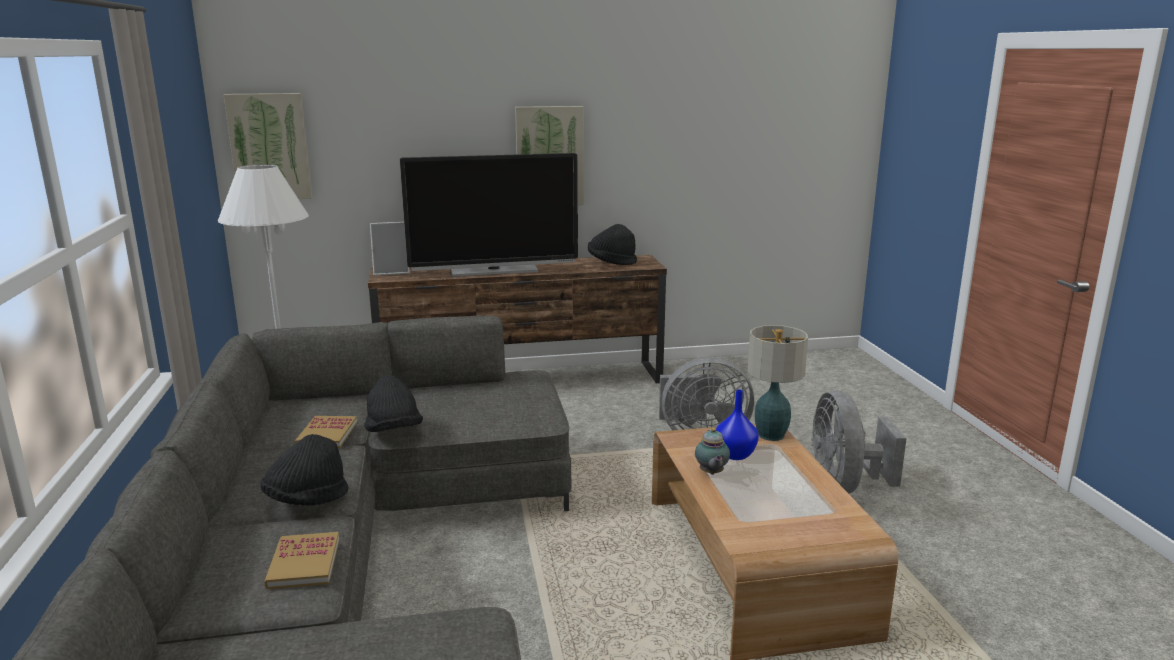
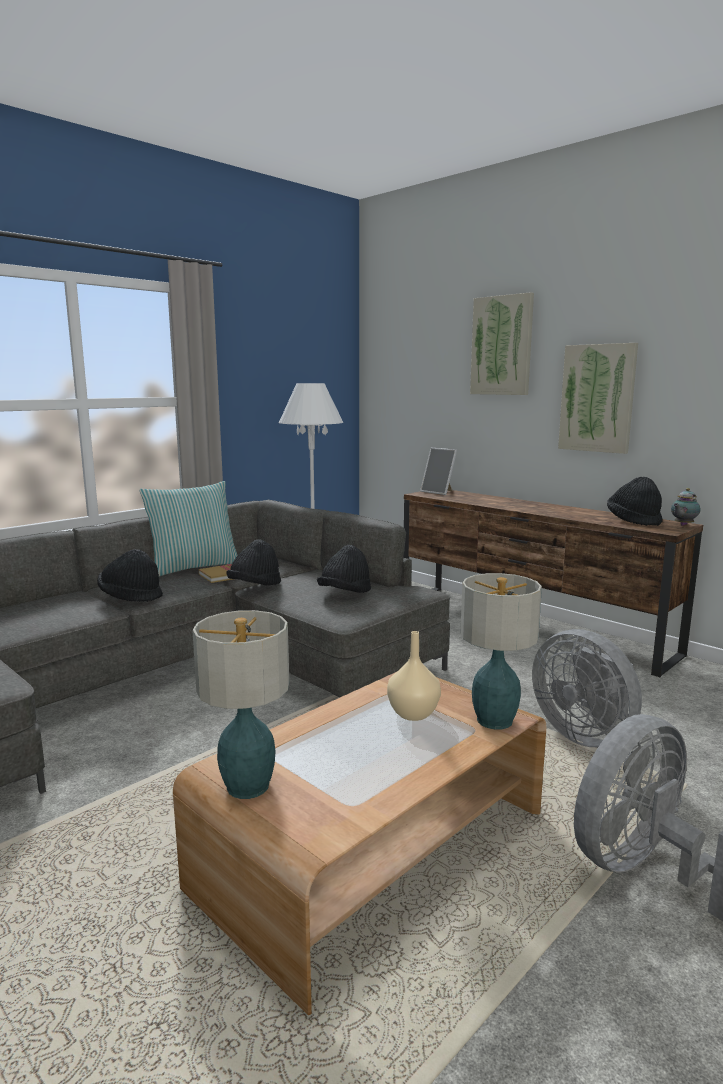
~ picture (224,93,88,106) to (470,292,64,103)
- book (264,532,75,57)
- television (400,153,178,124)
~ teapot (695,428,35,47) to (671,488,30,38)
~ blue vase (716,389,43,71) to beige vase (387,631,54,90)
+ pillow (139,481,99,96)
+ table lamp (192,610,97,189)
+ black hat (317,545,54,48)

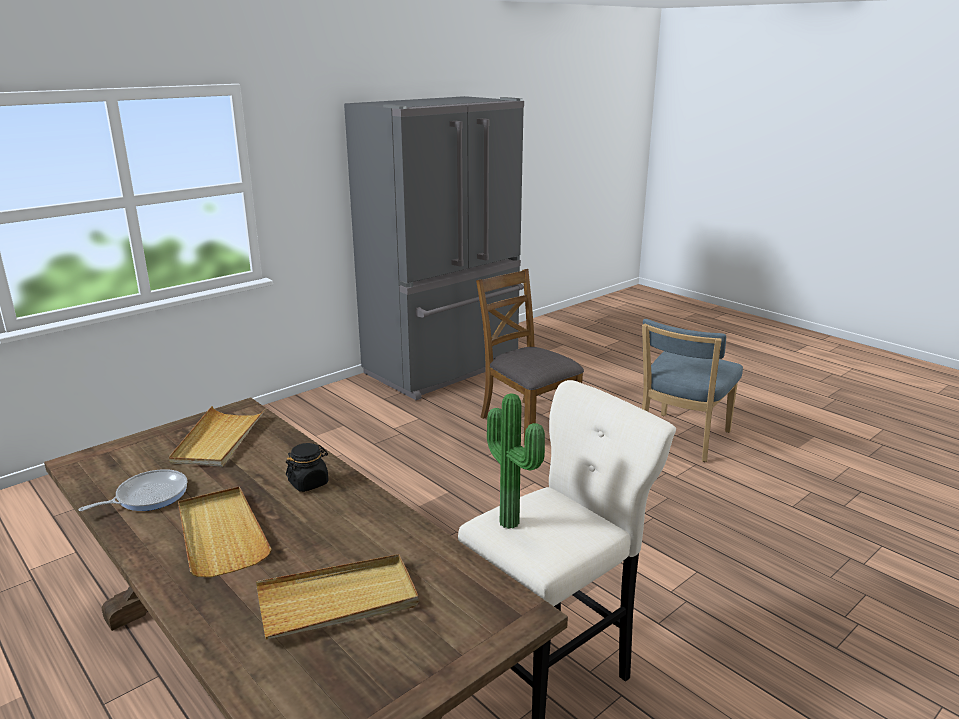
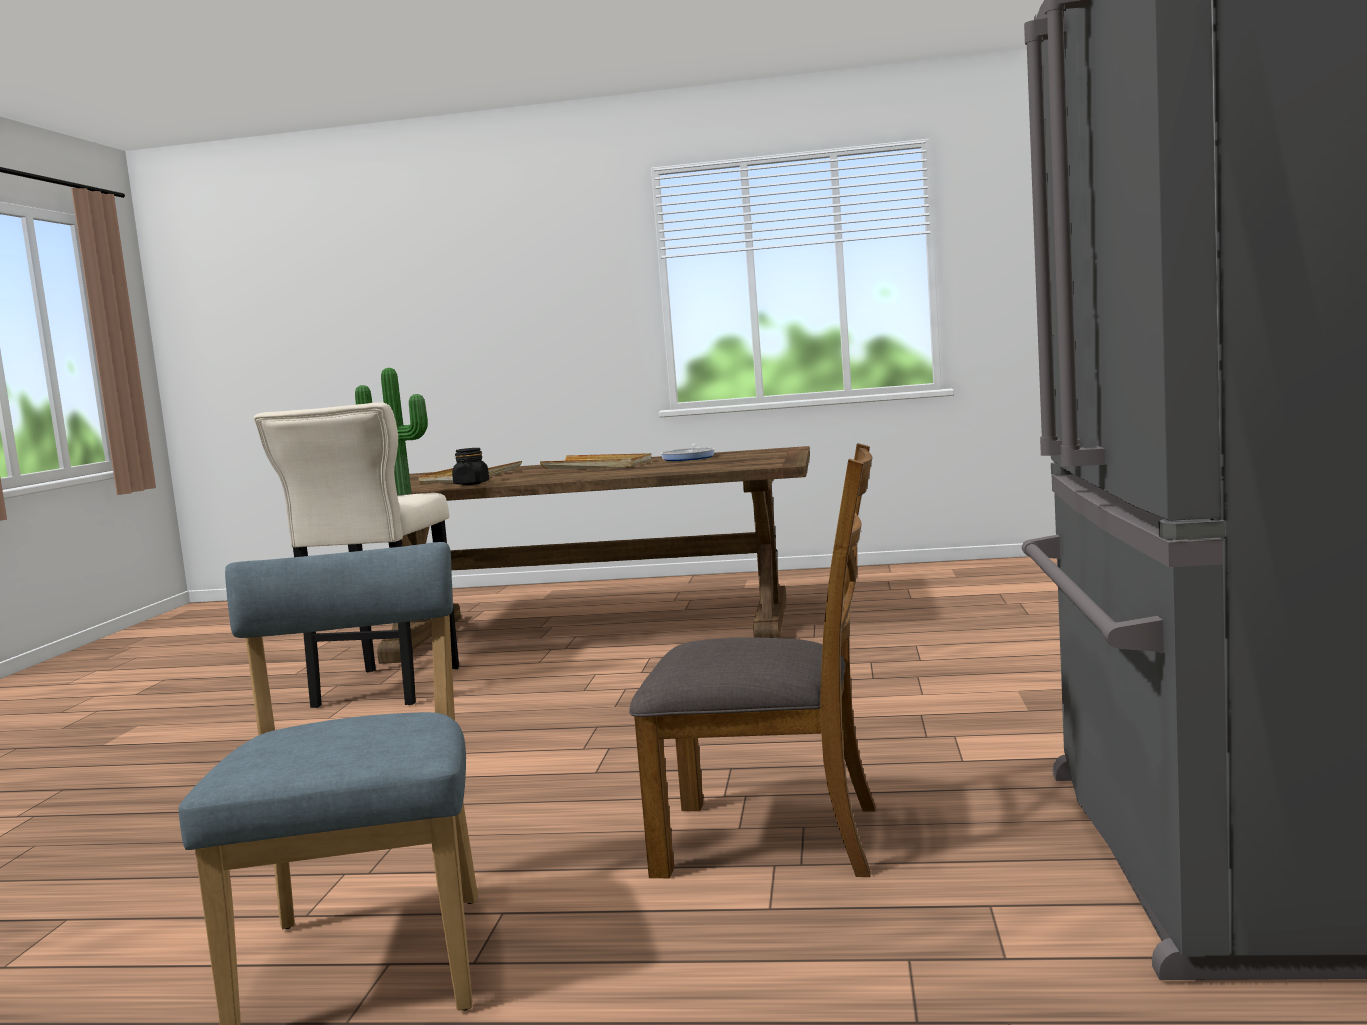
- beige tray (169,406,96,61)
~ black jar (286,443,43,49) to (452,448,37,37)

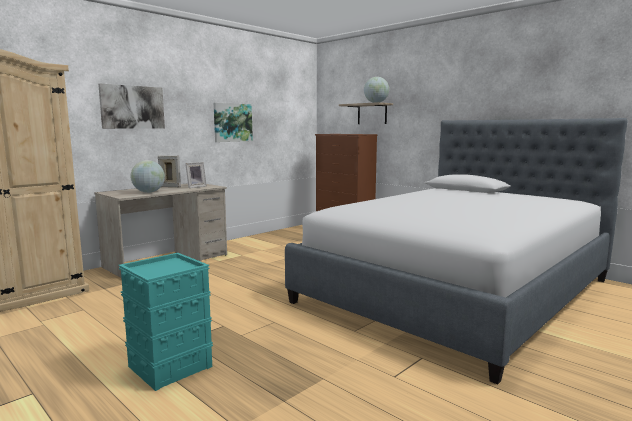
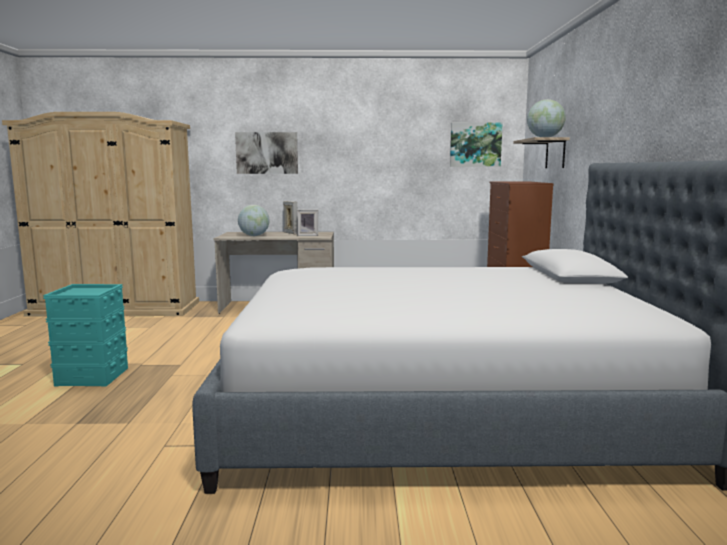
~ picture (214,103,39,39) to (450,122,53,45)

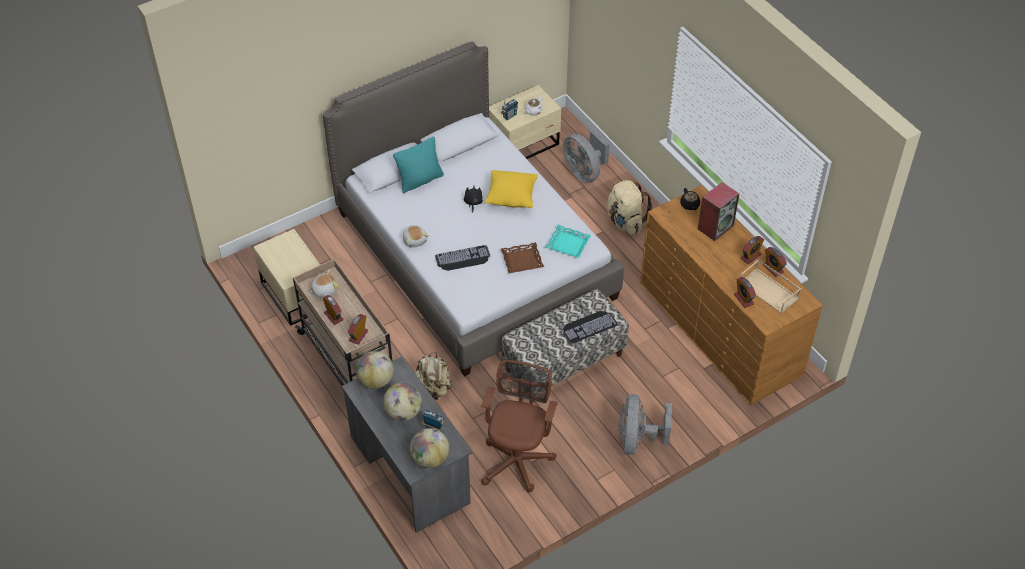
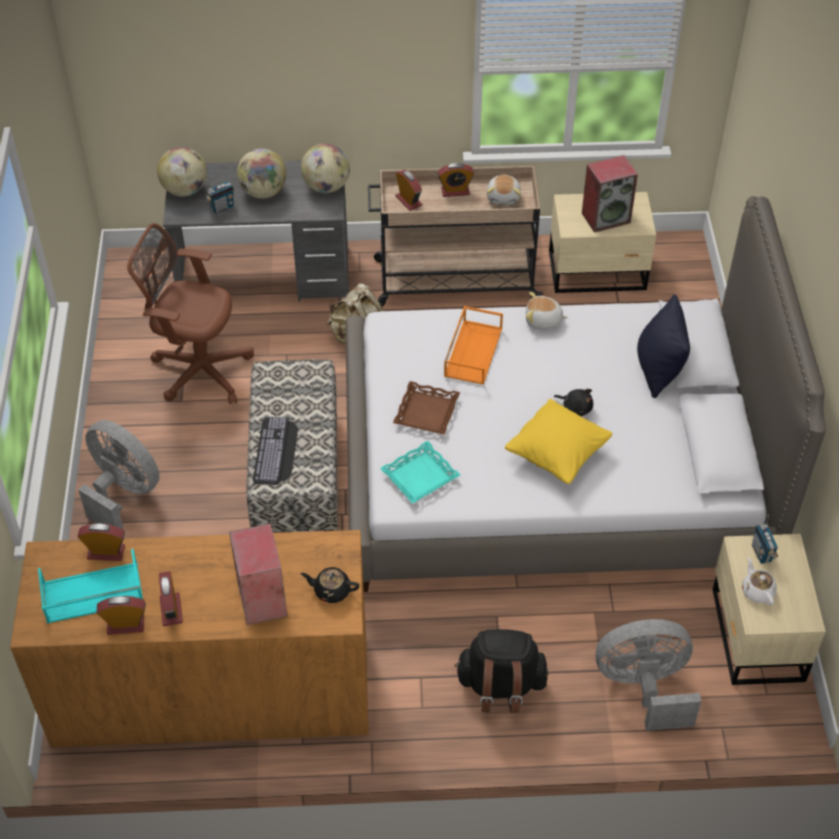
~ turquoise pillow (393,137,51,56) to black pillow (637,295,53,103)
~ keyboard (435,245,55,26) to orange tray (444,306,59,79)
~ brown office chair (481,360,77,132) = (127,223,127,181) 150 degrees clockwise
~ beige backpack (607,180,45,54) to black backpack (455,629,94,84)
~ beige tray (740,259,61,55) to turquoise tray (38,549,105,74)
+ speaker (582,155,56,78)

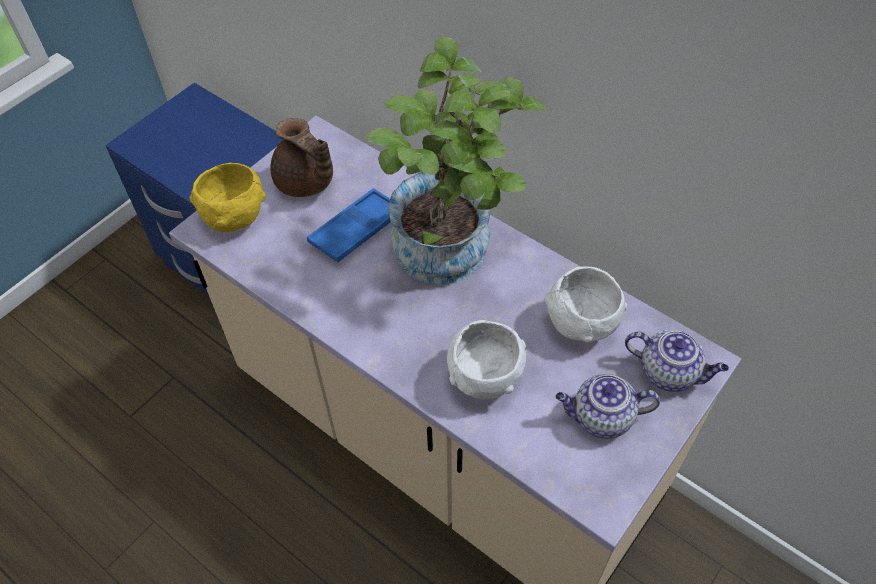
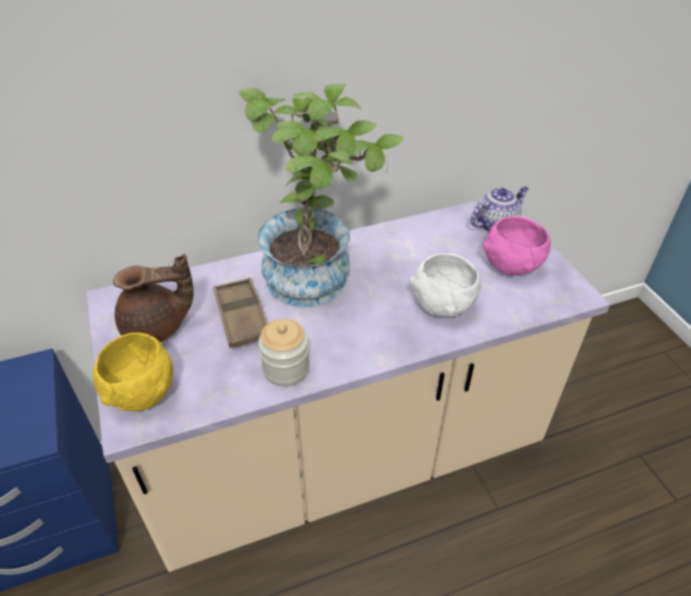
~ blue tray (307,188,84,74) to brown tray (213,277,55,71)
- white bowl (544,266,83,76)
~ teapot (555,374,105,65) to pink bowl (483,216,68,59)
+ jar (258,319,52,68)

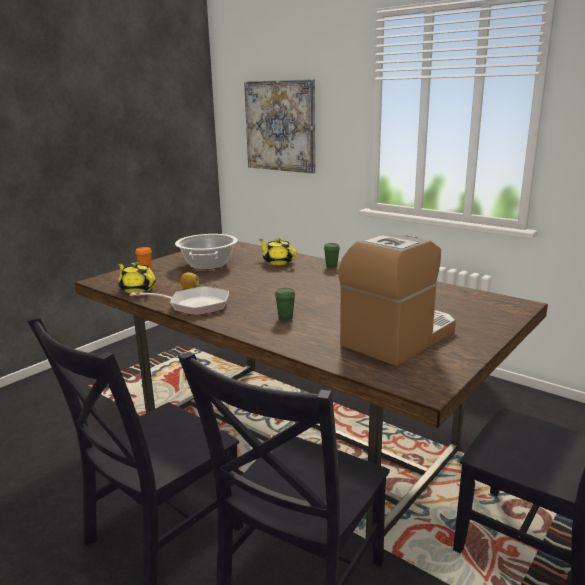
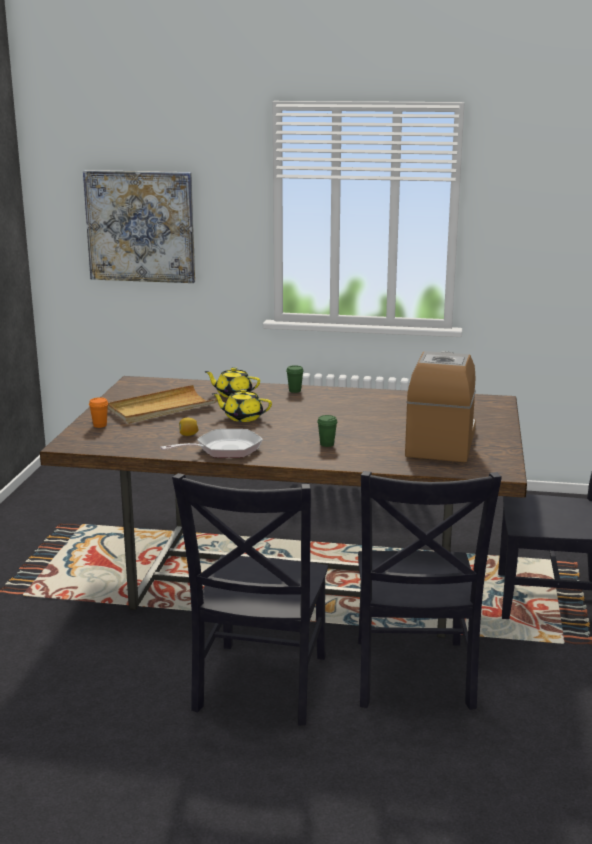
~ yellow teapot (118,262,38,31) to (212,389,60,33)
~ cooking pot (175,234,63,36) to beige tray (108,385,109,39)

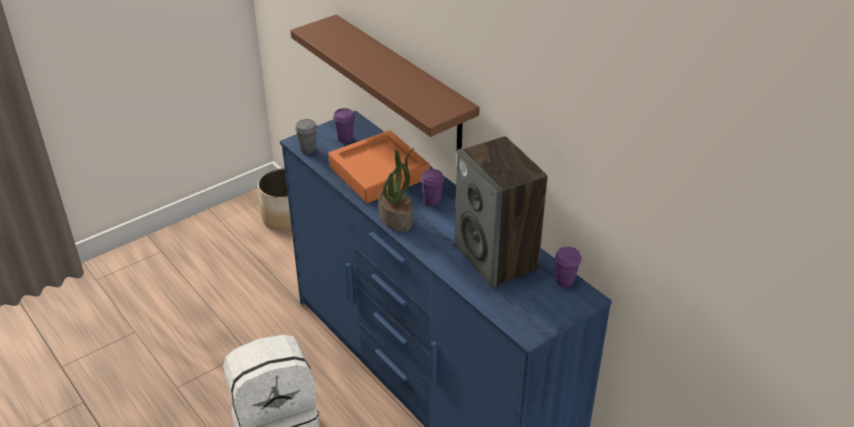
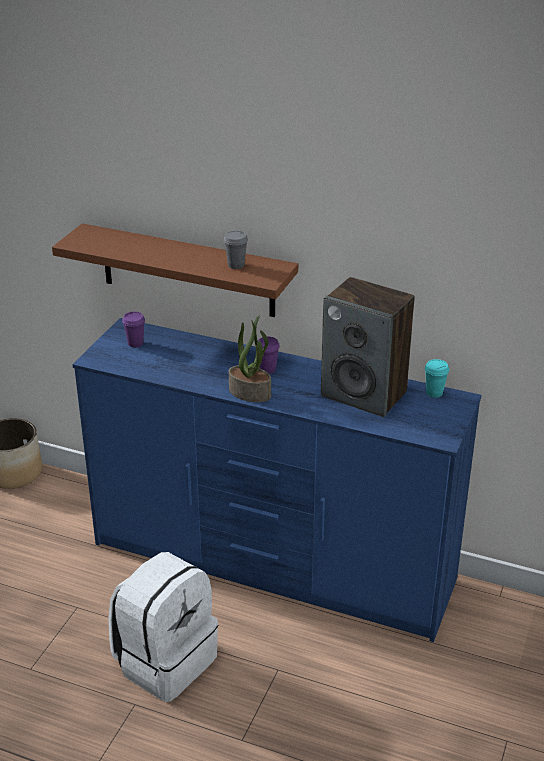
~ grey cup (295,119,22,35) to (224,230,24,39)
- orange tray (328,130,102,73)
~ purple cup (555,247,26,40) to turquoise cup (425,359,24,39)

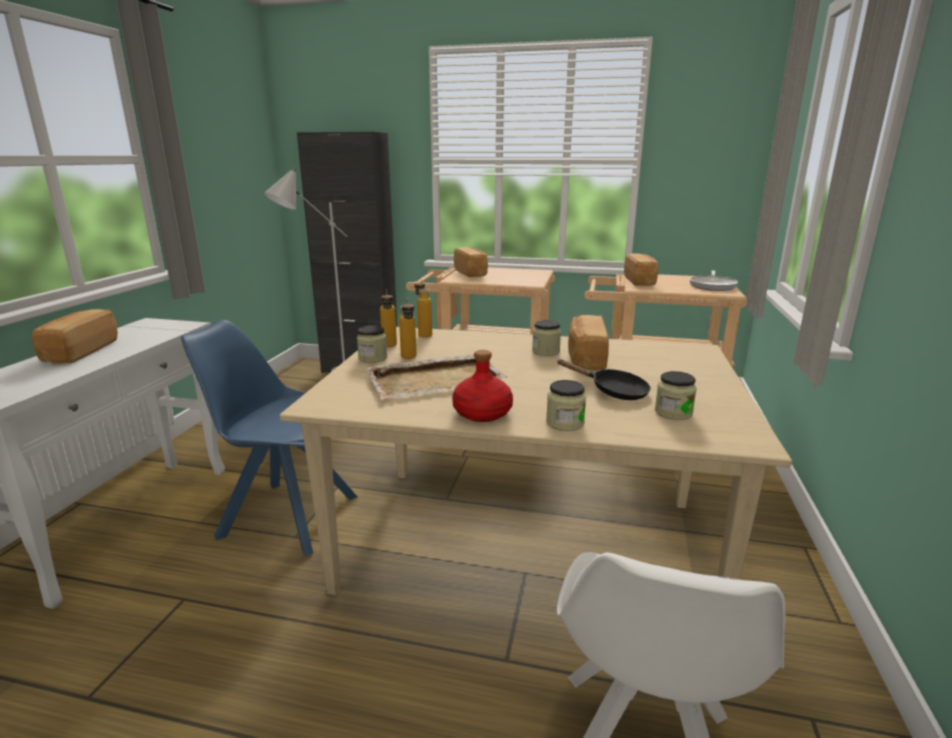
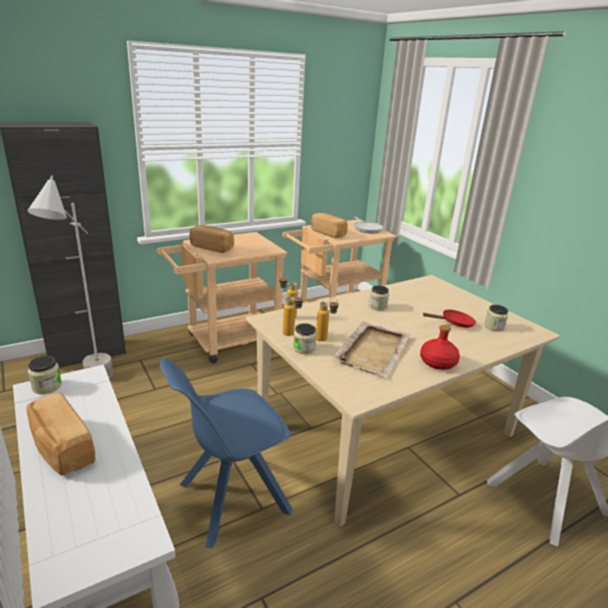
~ jar (546,380,40,51) to (28,356,34,38)
~ black frying pan (558,359,93,41) to red frying pan (423,310,53,18)
- bread (568,315,41,55)

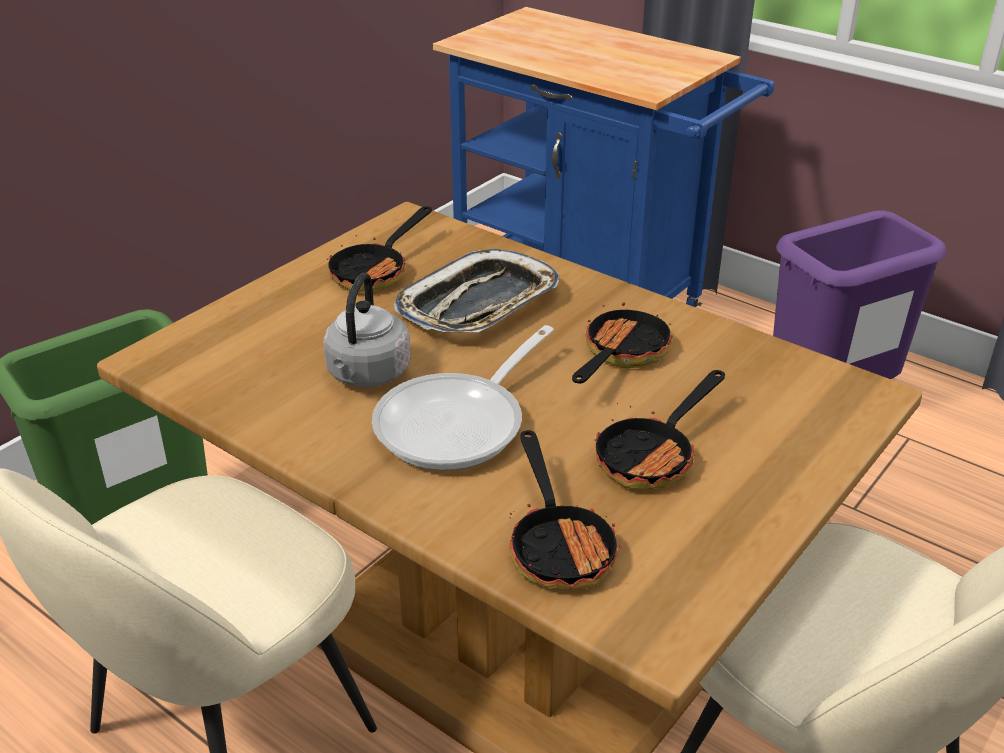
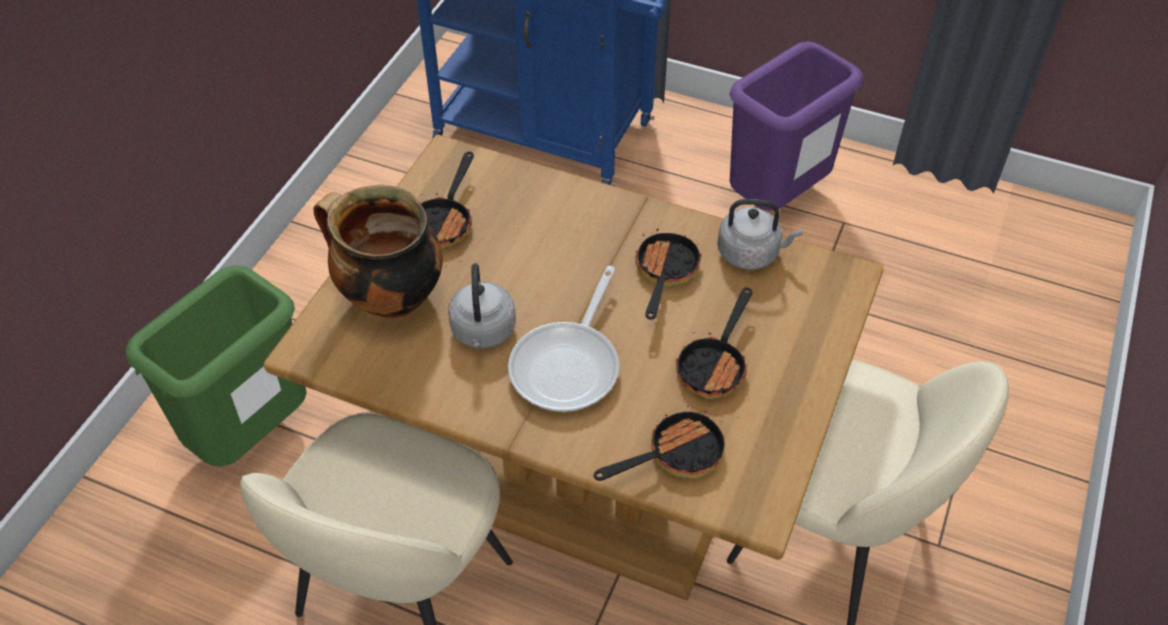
- tray (394,249,166,83)
~ frying pan (509,430,114,159) = (594,405,131,76) 90 degrees counterclockwise
+ cooking pot (314,185,129,134)
+ grey kettle (717,199,86,71)

